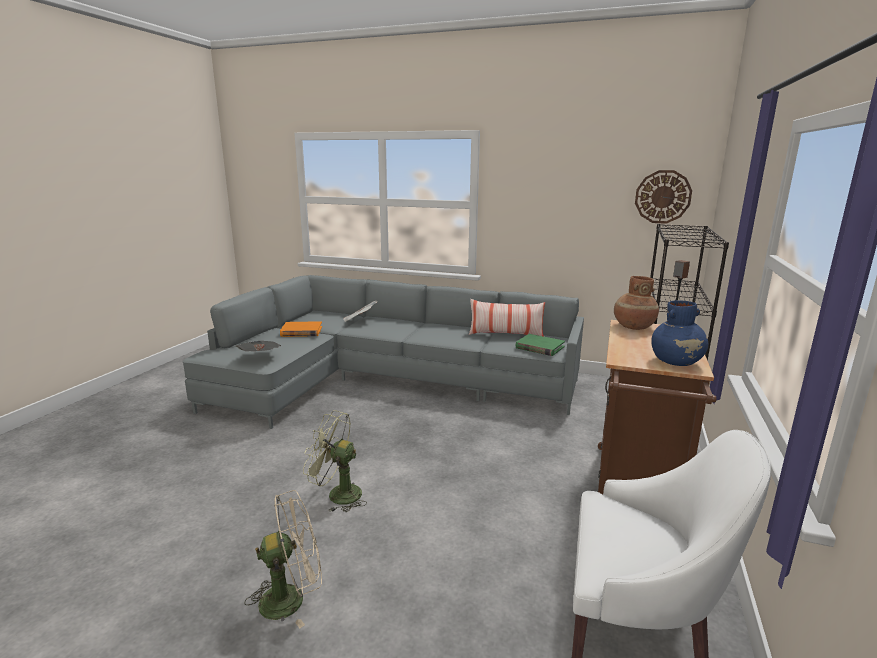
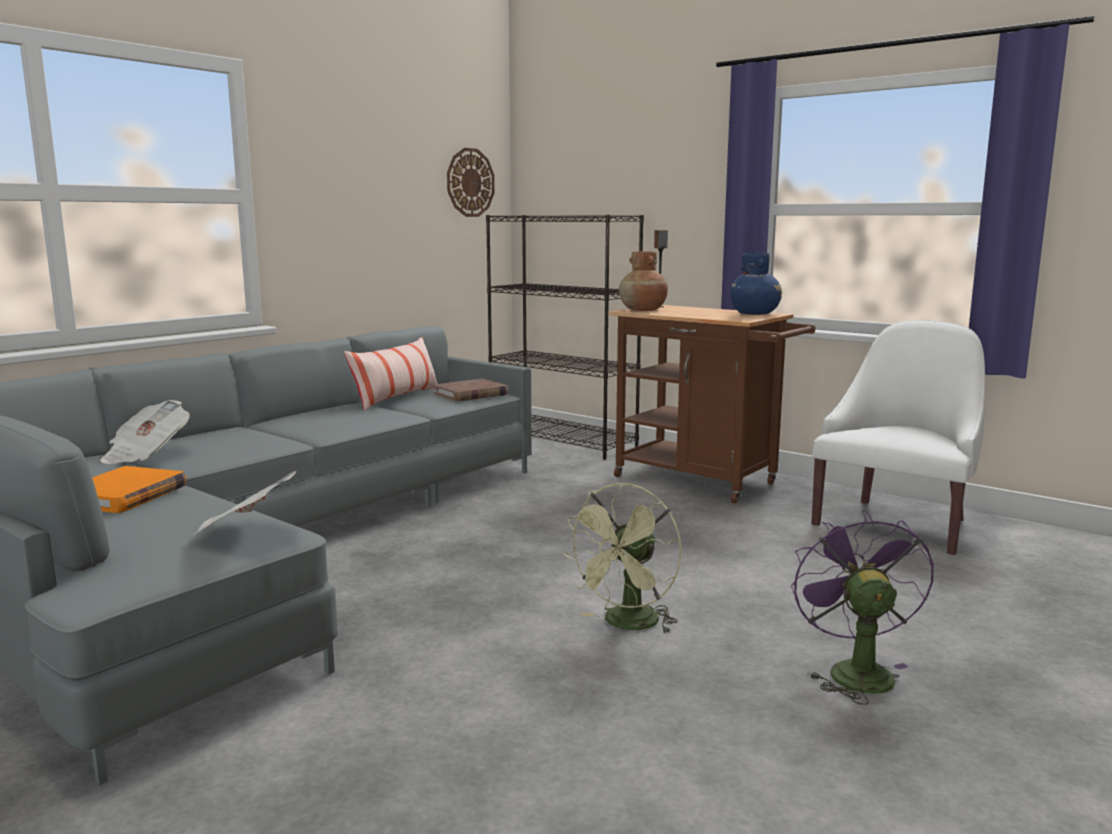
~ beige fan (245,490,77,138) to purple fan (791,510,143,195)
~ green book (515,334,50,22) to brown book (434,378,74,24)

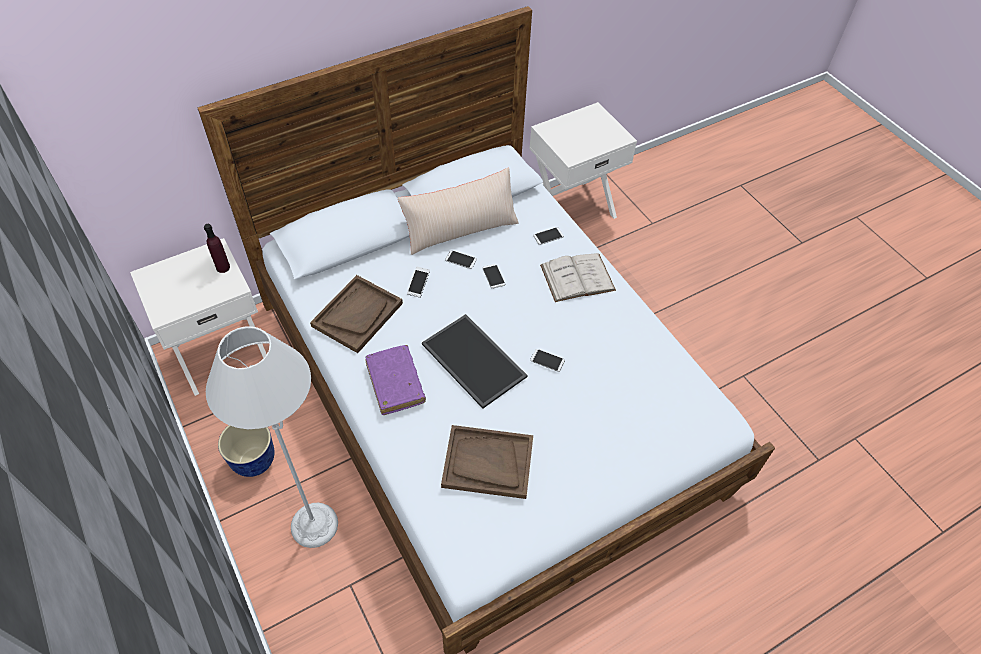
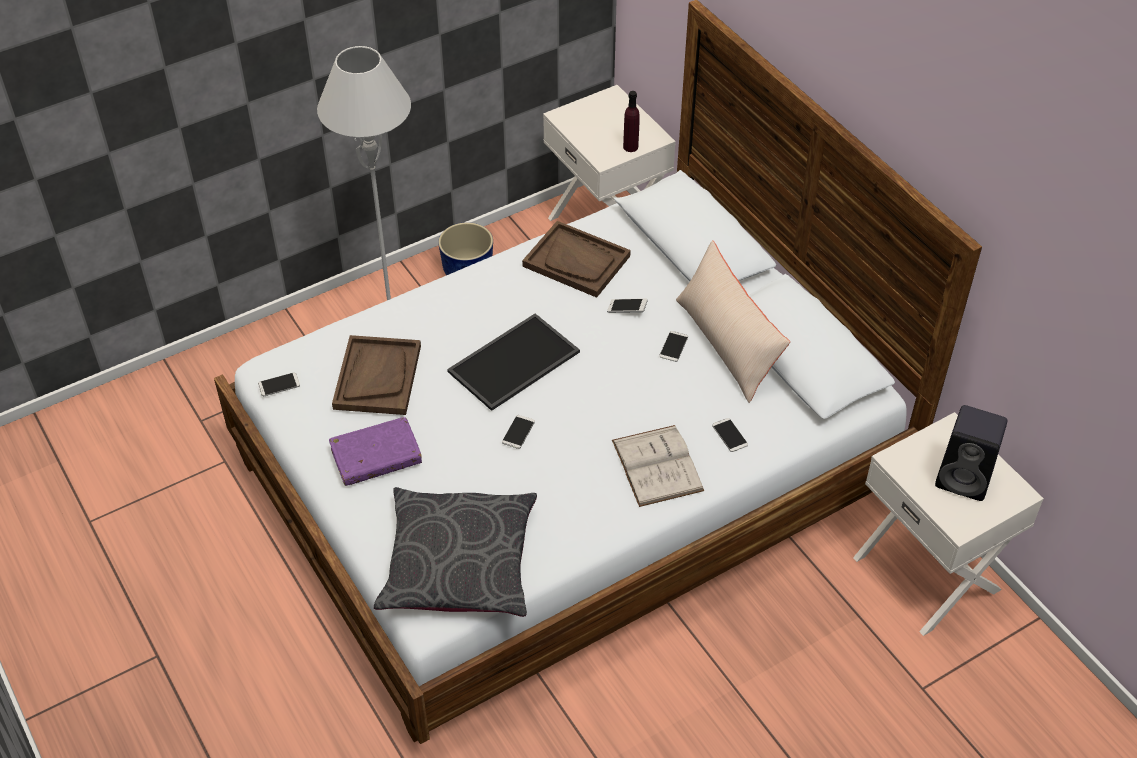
~ purple book (365,345,61,70) to (329,417,93,69)
~ phone (482,264,23,25) to (258,373,42,23)
+ grey pillow (374,487,163,130)
+ black speaker (935,405,72,96)

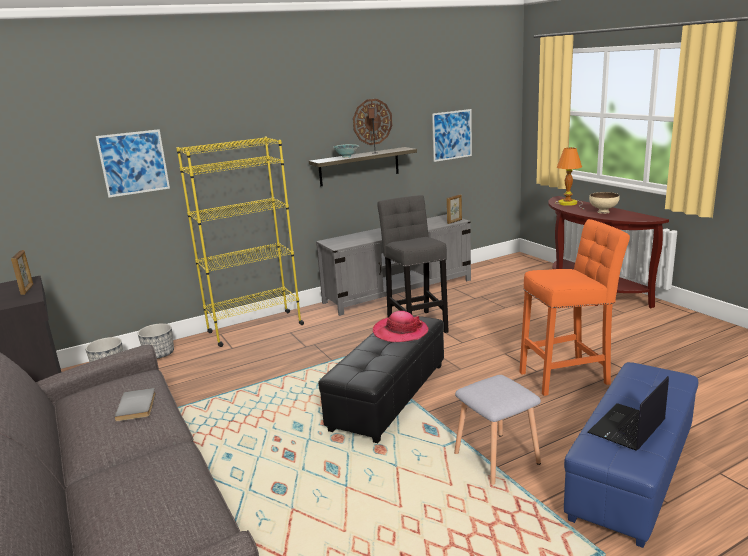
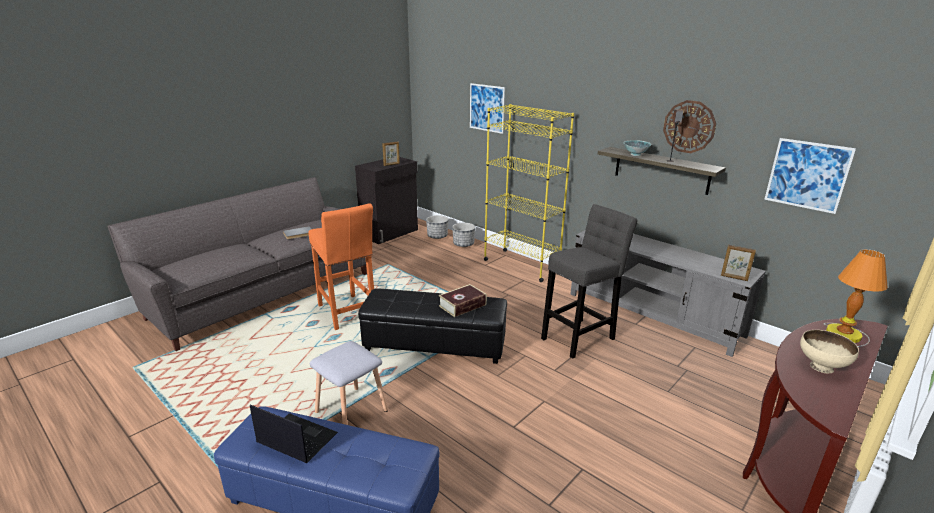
~ hat (373,311,55,31) to book (439,284,48,33)
~ orange stool (520,219,110,177) to (308,204,66,126)

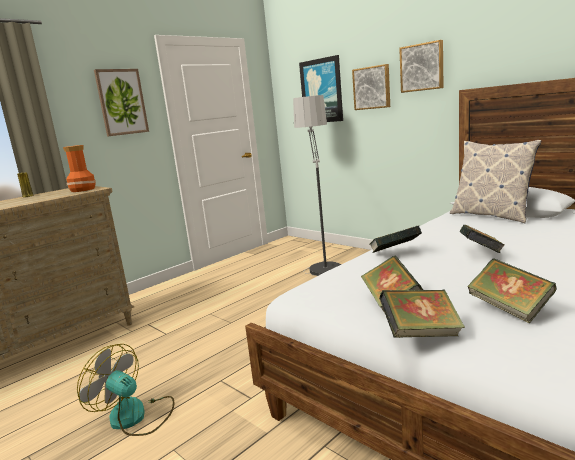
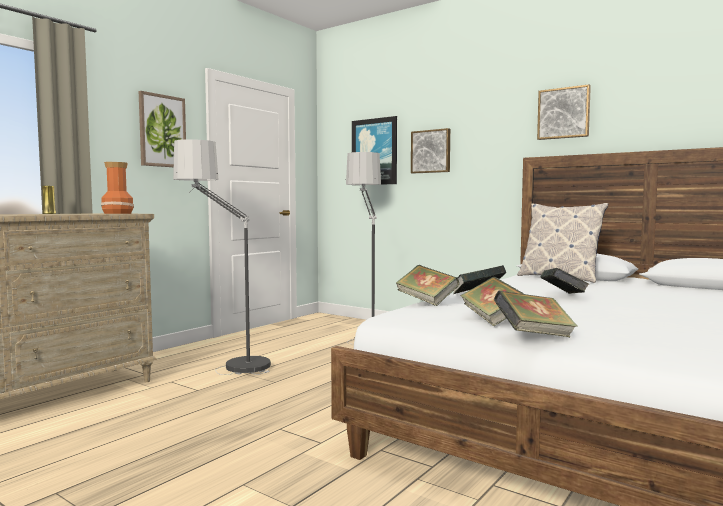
- fan (77,344,97,92)
~ picture (399,40,44,53) to (537,84,54,56)
~ book (467,258,89,66) to (396,265,63,41)
+ floor lamp (173,139,98,236)

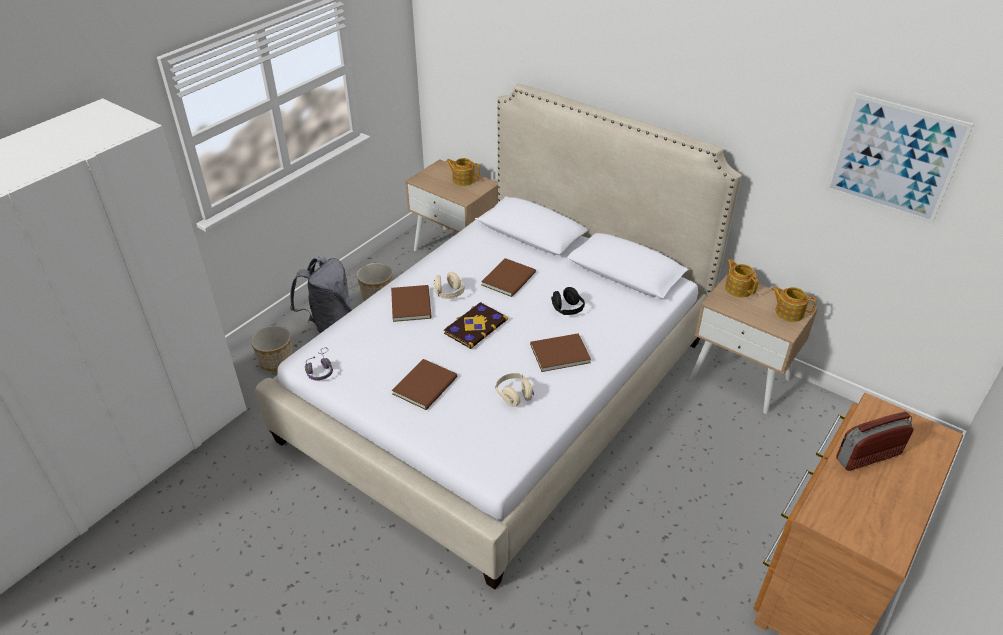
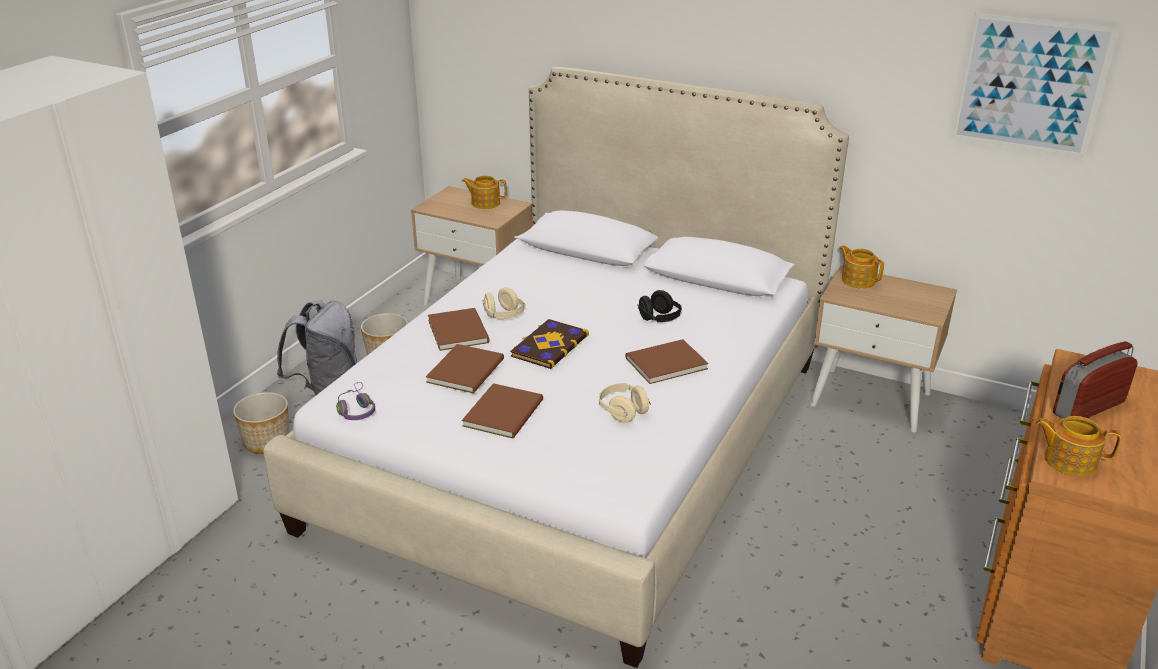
~ brown book (481,258,55,39) to (426,344,78,49)
~ teapot (771,286,46,36) to (1036,416,85,61)

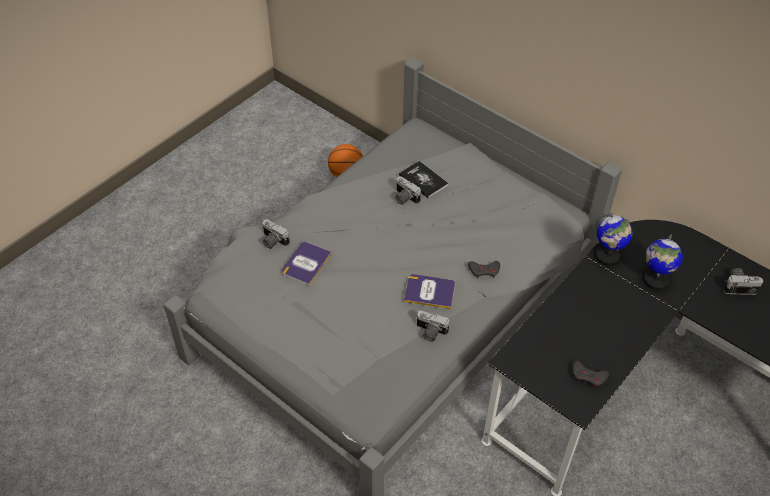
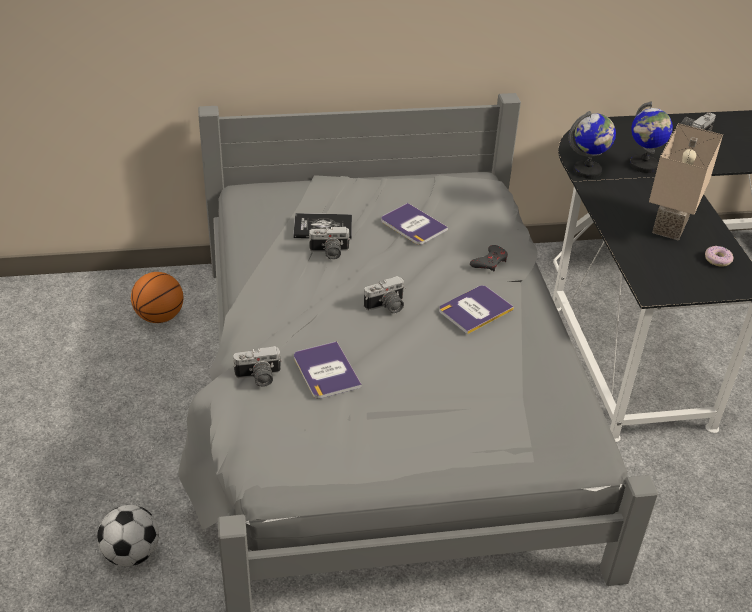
~ photo camera (415,310,35,32) to (364,276,42,38)
~ grey game controller (572,360,37,28) to donut (705,246,28,21)
+ football (97,505,62,61)
+ book (381,203,67,42)
+ beige table lamp (649,123,74,118)

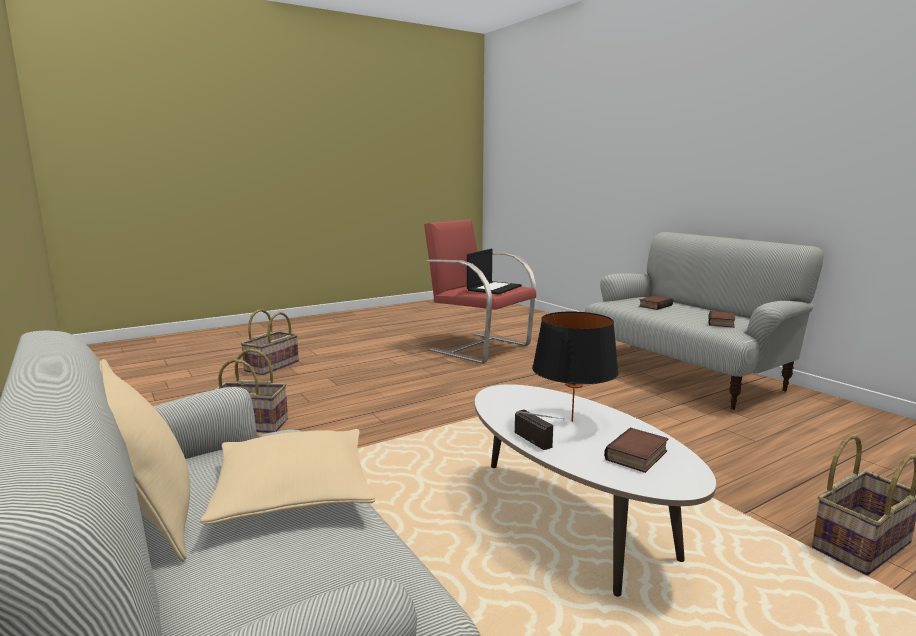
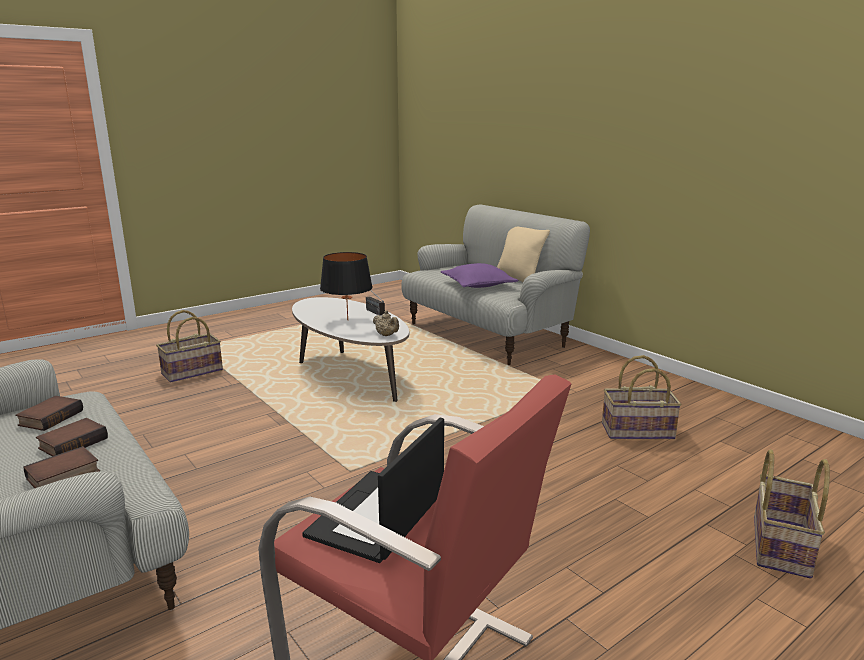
~ beige pillow (200,429,175,95) to purple pillow (441,263,77,25)
~ book (604,428,64,45) to (36,418,72,38)
+ beige teapot (373,310,26,26)

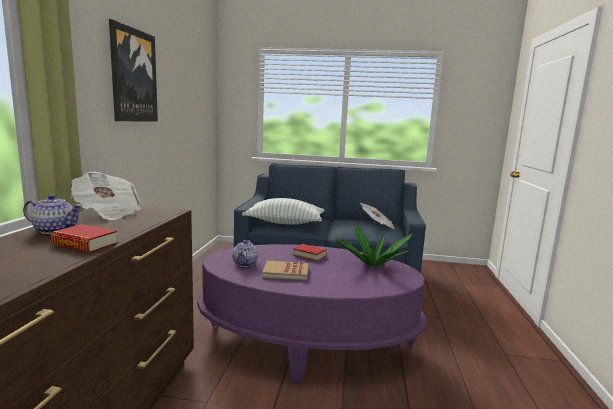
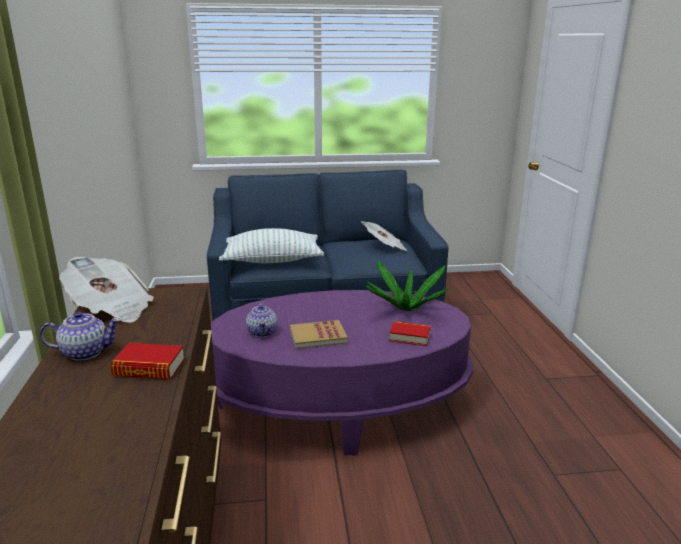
- picture (109,19,49,103)
~ book (293,244,33,18) to (389,321,42,25)

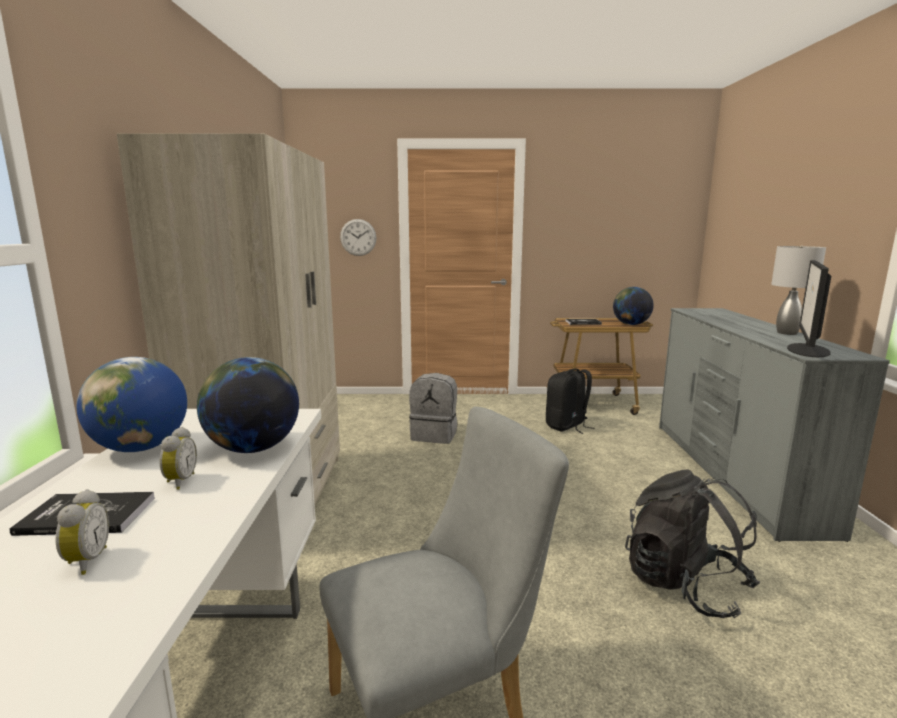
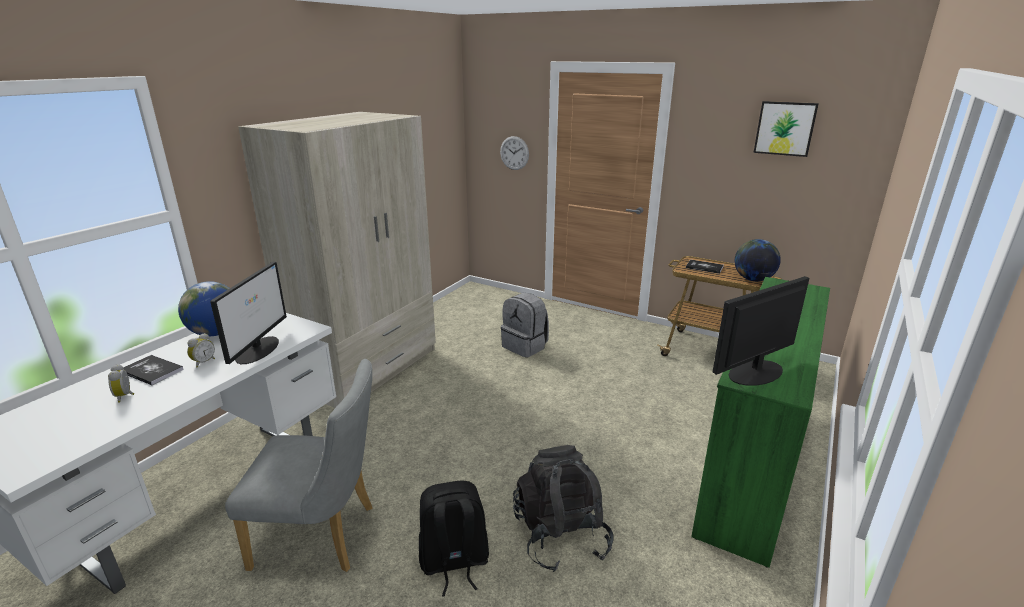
~ alarm clock (56,489,53,86) = (108,364,26,39) 135 degrees clockwise
~ globe (197,357,102,96) to monitor (210,262,77,102)
~ black backpack (546,369,48,65) to (419,480,70,117)
~ grey dresser (659,308,231,234) to green dresser (691,277,139,291)
- grey table lamp (771,245,55,90)
+ picture (753,101,66,56)

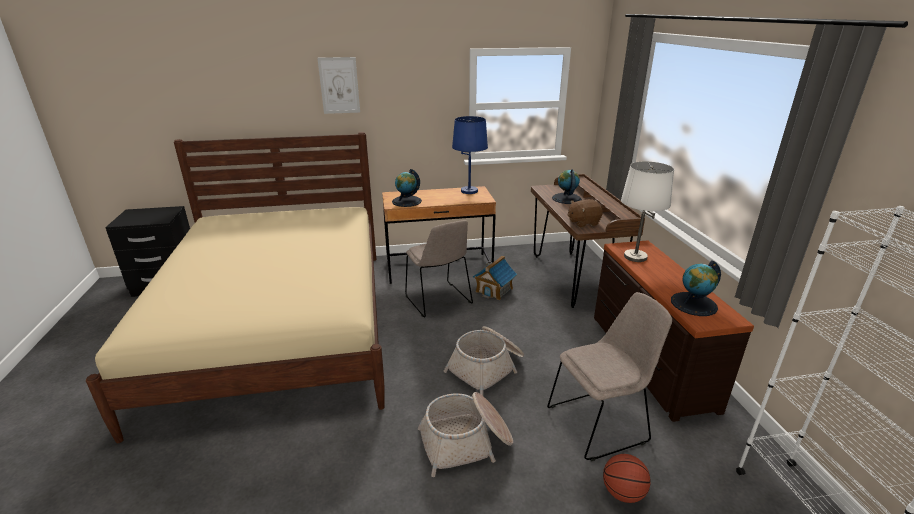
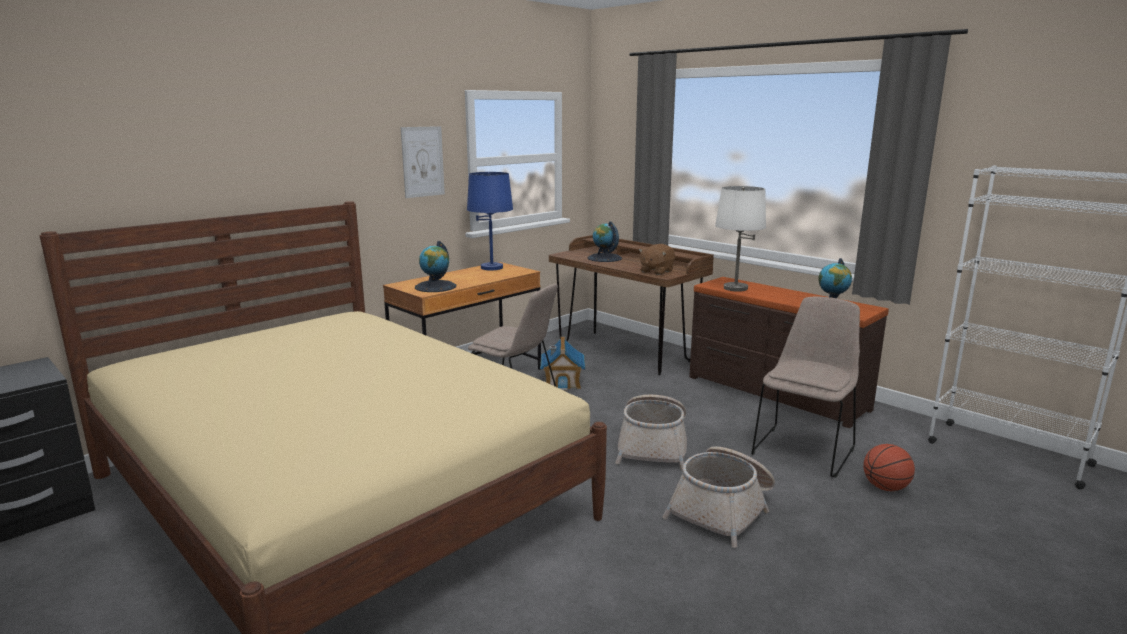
~ picture (317,57,43,57) to (401,126,44,72)

